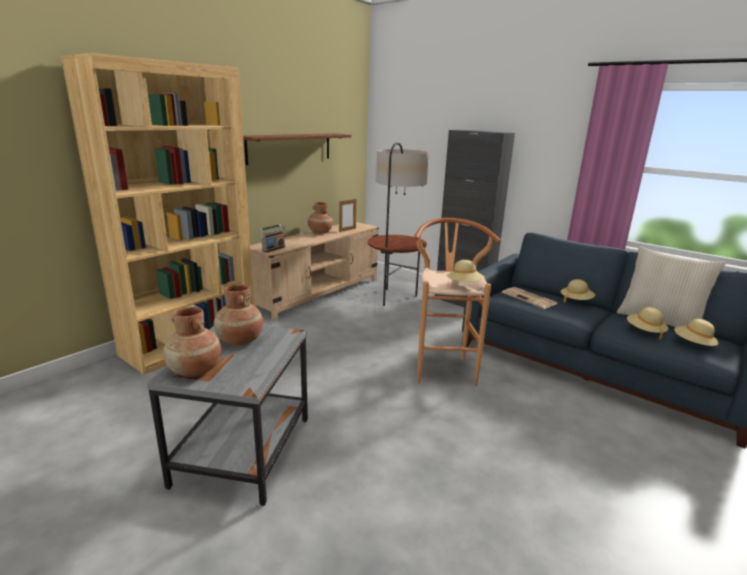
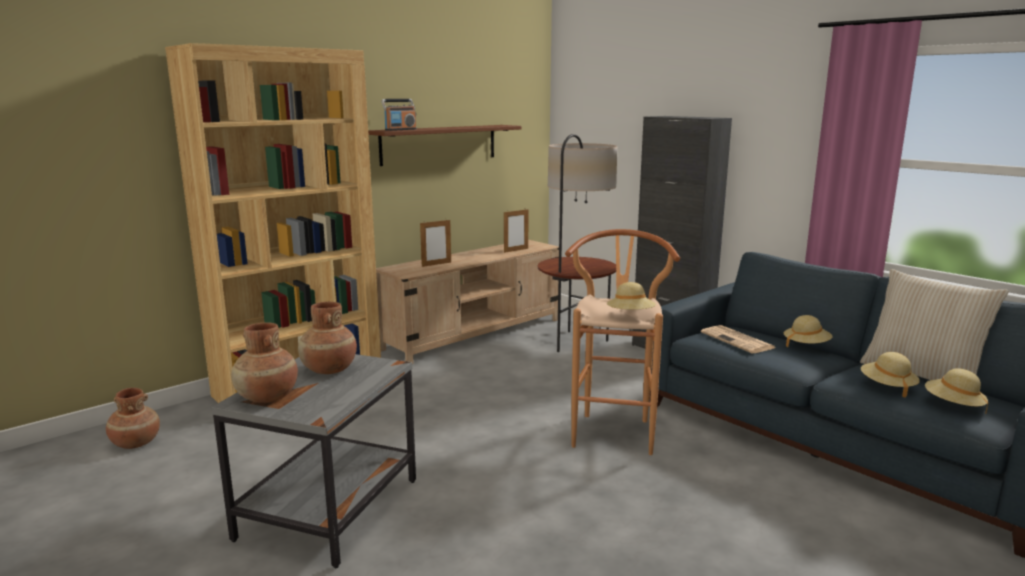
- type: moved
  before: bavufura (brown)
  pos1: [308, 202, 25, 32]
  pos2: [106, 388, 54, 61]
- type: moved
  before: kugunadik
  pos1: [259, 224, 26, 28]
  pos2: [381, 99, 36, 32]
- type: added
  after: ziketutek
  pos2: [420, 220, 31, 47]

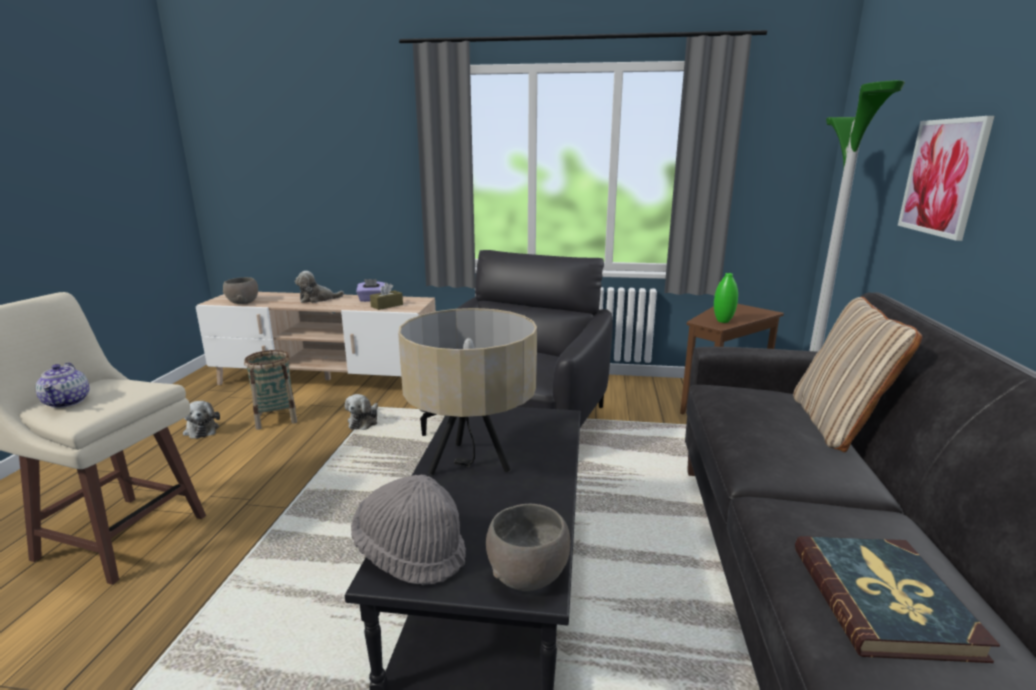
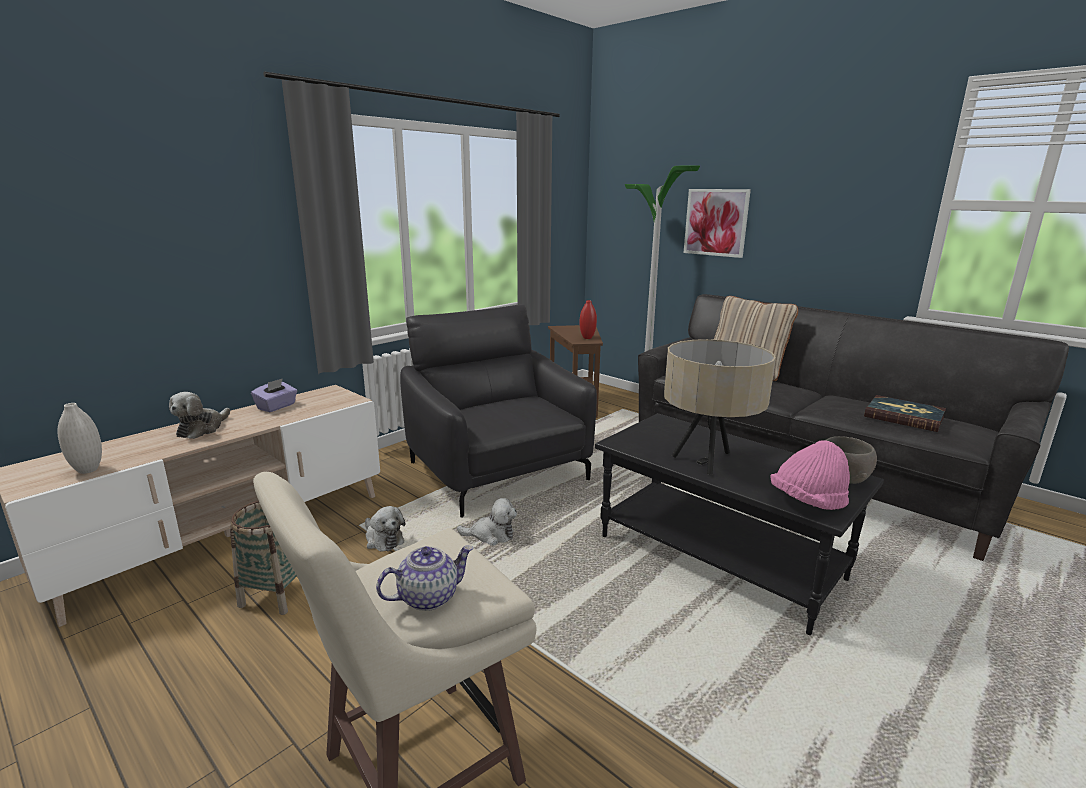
- type: replaced
  before: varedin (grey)
  after: bavufura (white)
  pos1: [223, 277, 35, 27]
  pos2: [57, 403, 45, 71]
- type: turned
  before: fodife
  pos1: [35, 362, 54, 46]
  pos2: [376, 545, 98, 66]
  turn: -45
- type: moved
  before: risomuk
  pos1: [183, 401, 37, 38]
  pos2: [457, 498, 60, 48]
- type: recoloured
  before: bavufura (green)
  after: bavufura (red)
  pos1: [714, 273, 24, 50]
  pos2: [580, 300, 17, 39]
- type: recoloured
  before: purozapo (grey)
  after: purozapo (pink)
  pos1: [351, 475, 115, 110]
  pos2: [770, 440, 80, 70]
- type: removed
  before: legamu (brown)
  pos1: [370, 282, 33, 28]

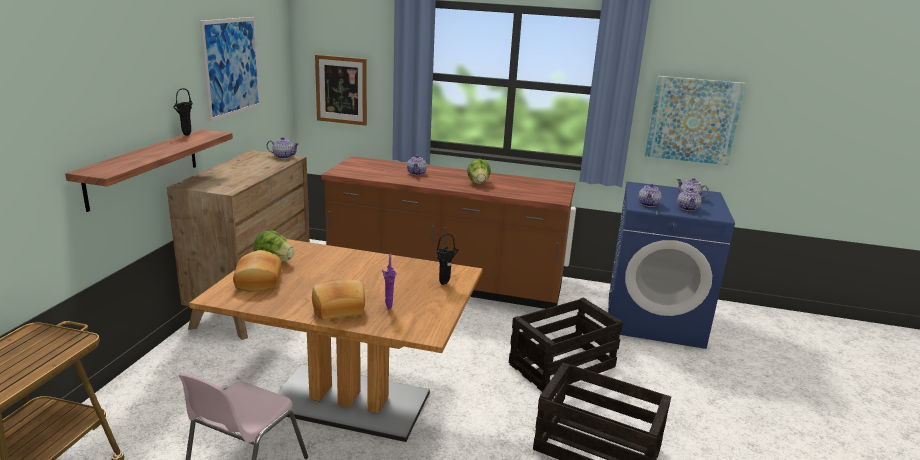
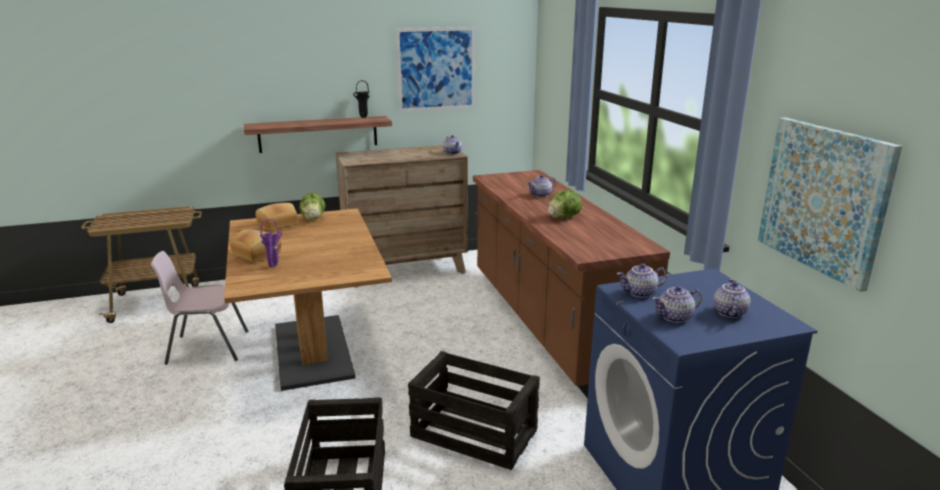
- type: removed
  before: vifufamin
  pos1: [315, 55, 52, 71]
- type: removed
  before: bavufura (black)
  pos1: [436, 234, 22, 51]

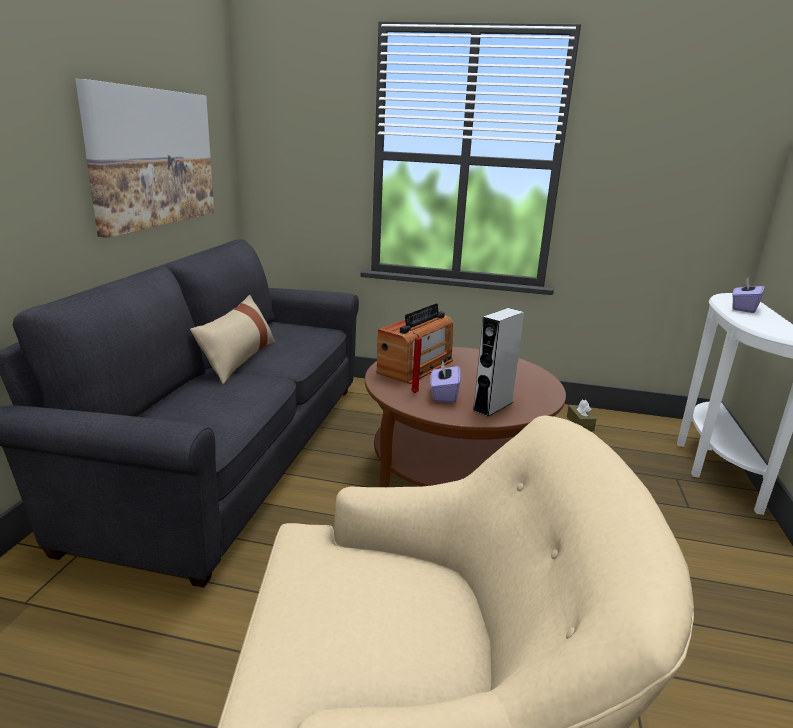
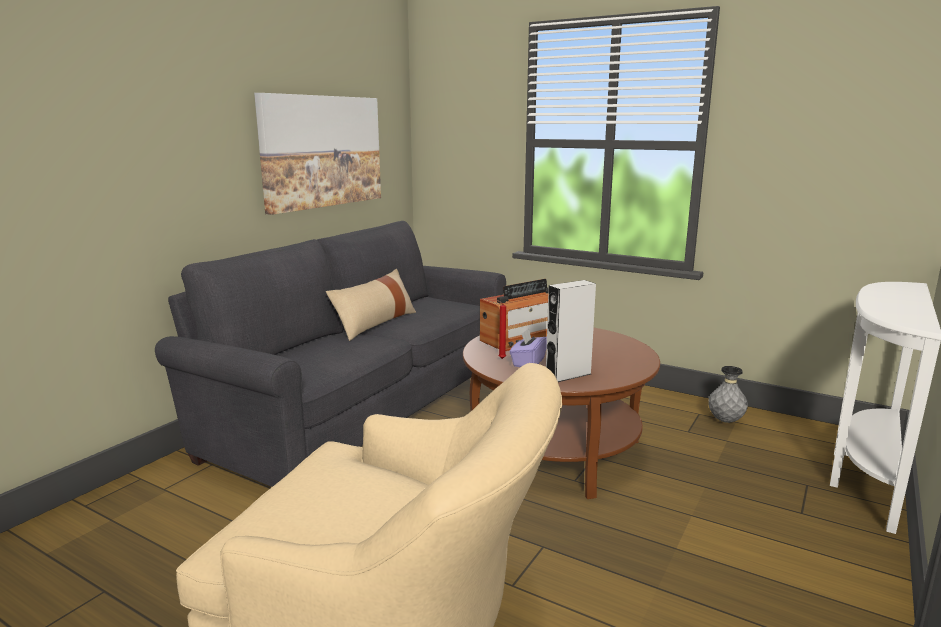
- type: replaced
  before: legamu (brown)
  after: bavufura (grey)
  pos1: [567, 399, 29, 32]
  pos2: [708, 366, 40, 57]
- type: removed
  before: legamu (purple)
  pos1: [732, 277, 32, 36]

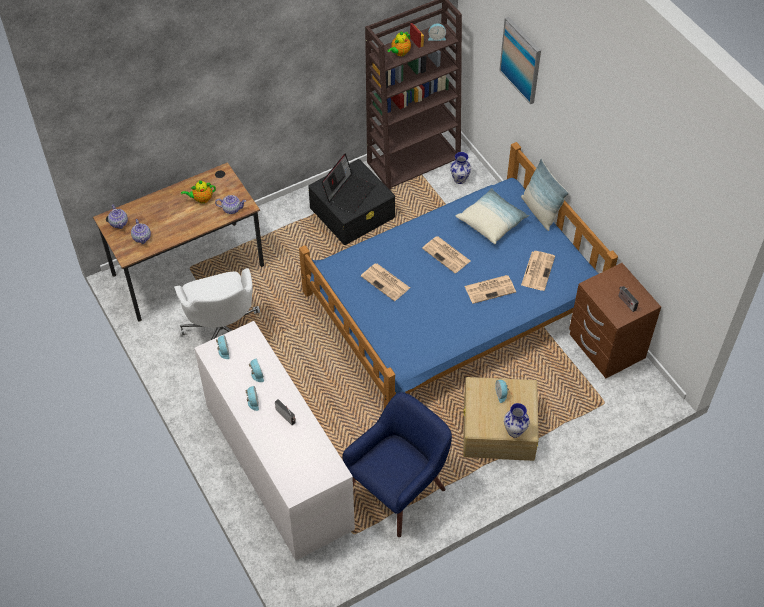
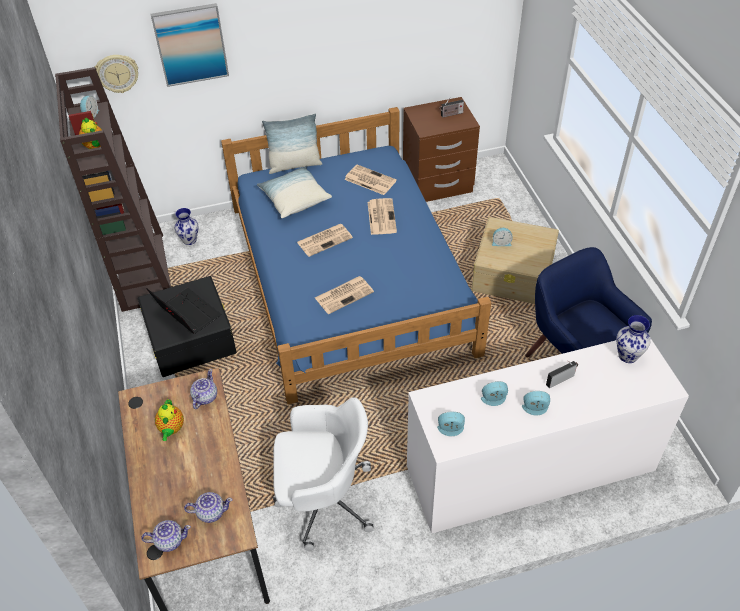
- type: added
  after: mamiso
  pos2: [95, 55, 43, 38]
- type: moved
  before: bavufura
  pos1: [504, 403, 26, 35]
  pos2: [616, 315, 34, 48]

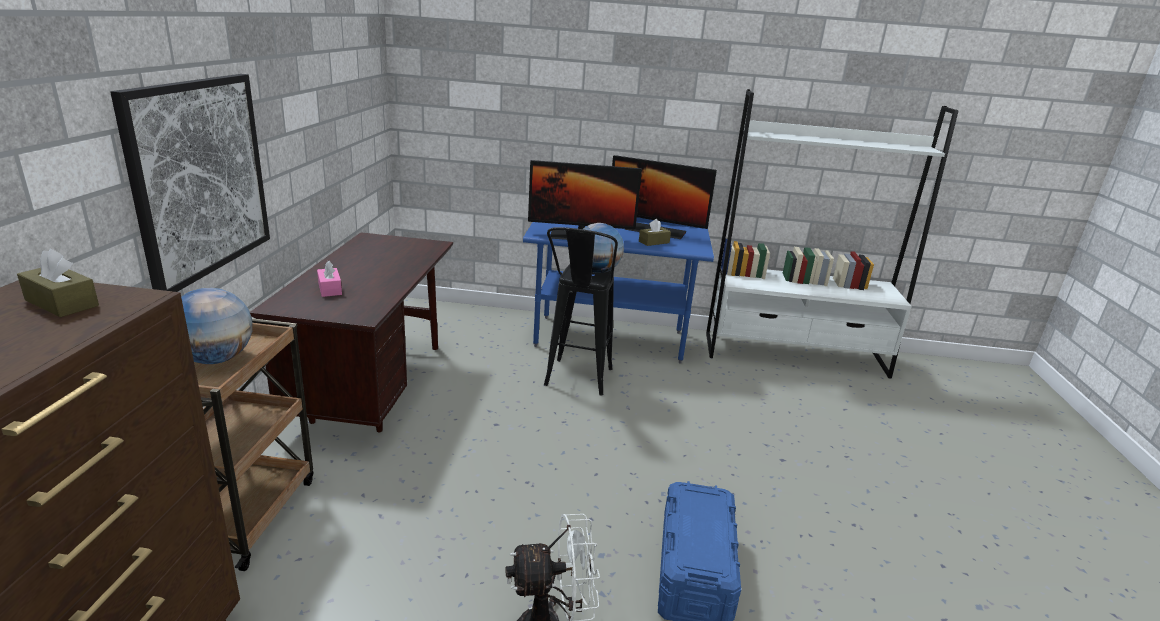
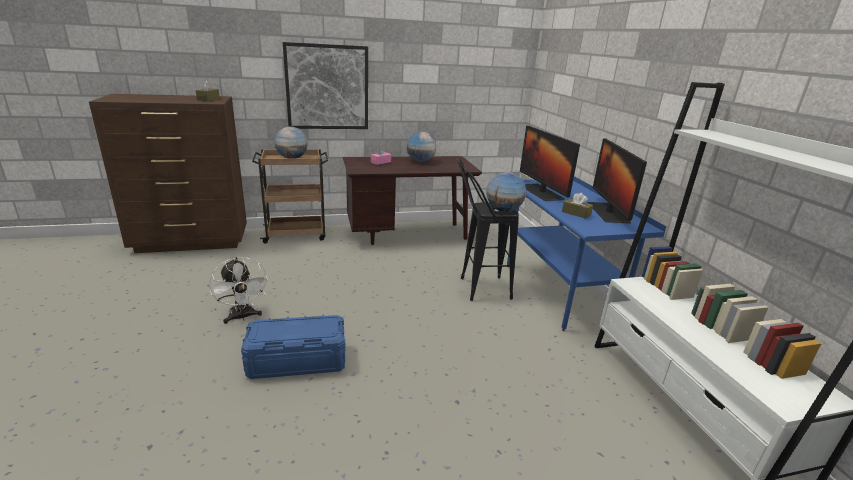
- type: added
  after: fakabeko
  pos2: [406, 132, 30, 30]

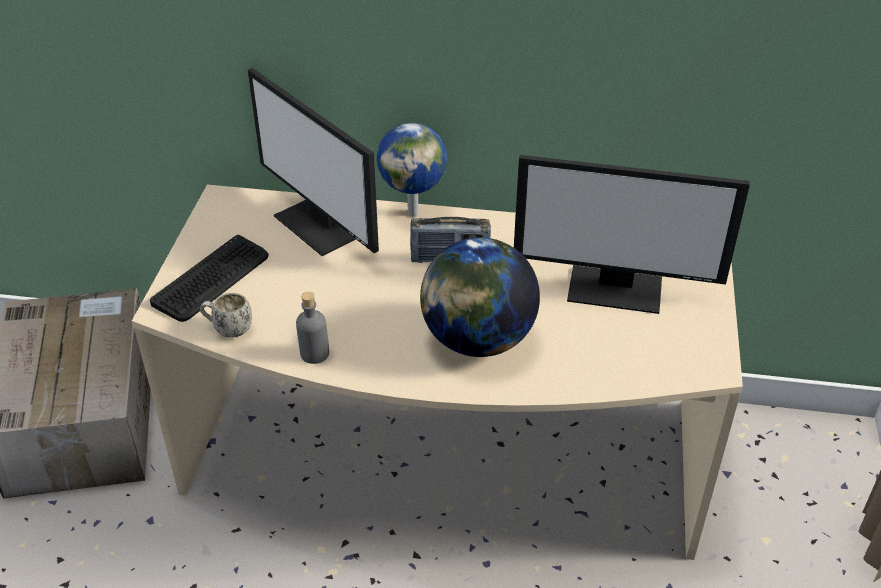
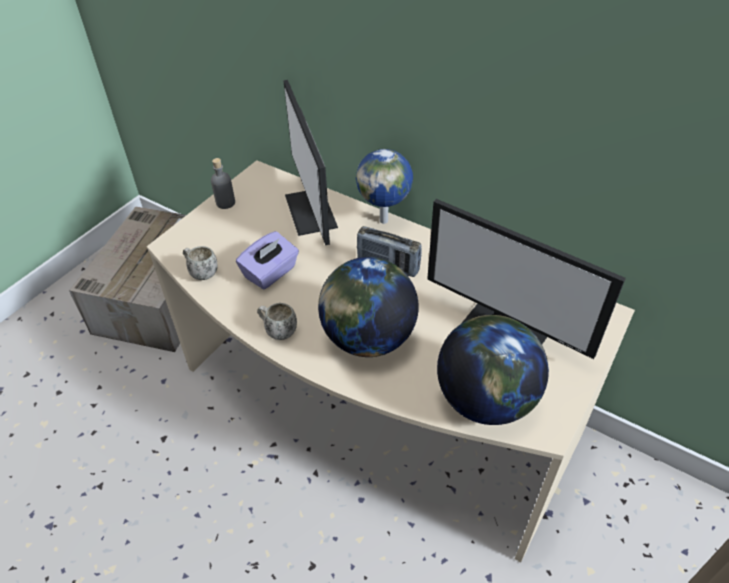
- type: moved
  before: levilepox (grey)
  pos1: [296, 292, 33, 72]
  pos2: [211, 158, 24, 51]
- type: added
  after: legamu (purple)
  pos2: [236, 231, 63, 59]
- type: added
  after: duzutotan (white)
  pos2: [257, 303, 40, 37]
- type: added
  after: fakabeko
  pos2: [437, 315, 112, 110]
- type: removed
  before: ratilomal
  pos1: [150, 235, 118, 87]

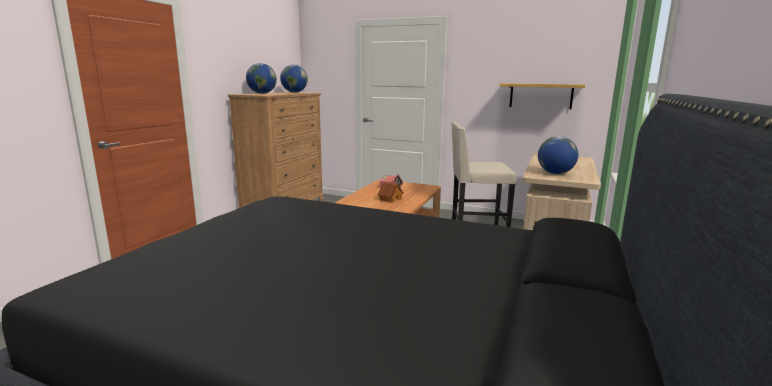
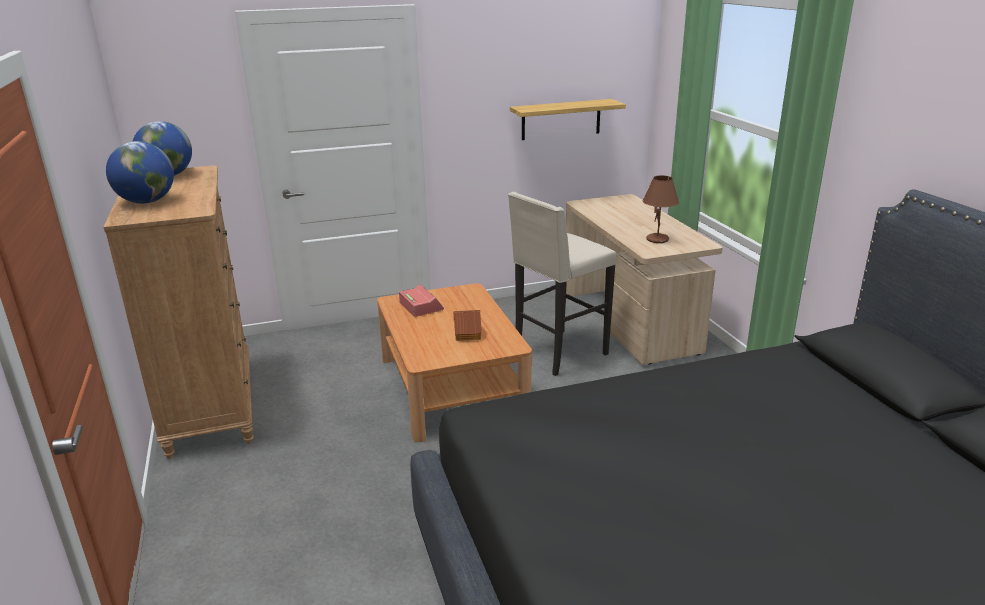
- type: replaced
  before: fakabeko
  after: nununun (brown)
  pos1: [538, 136, 40, 38]
  pos2: [643, 175, 36, 68]

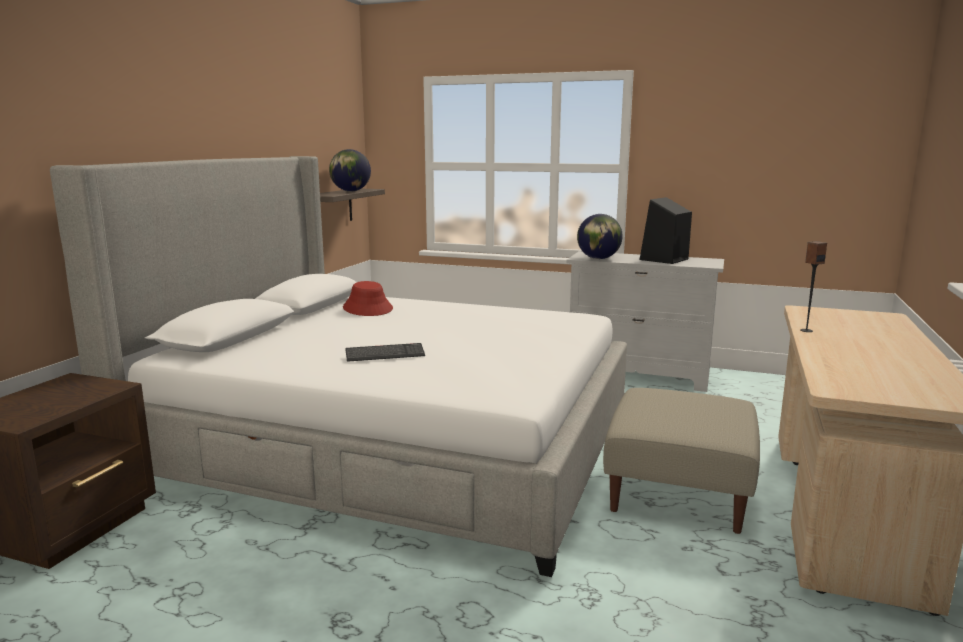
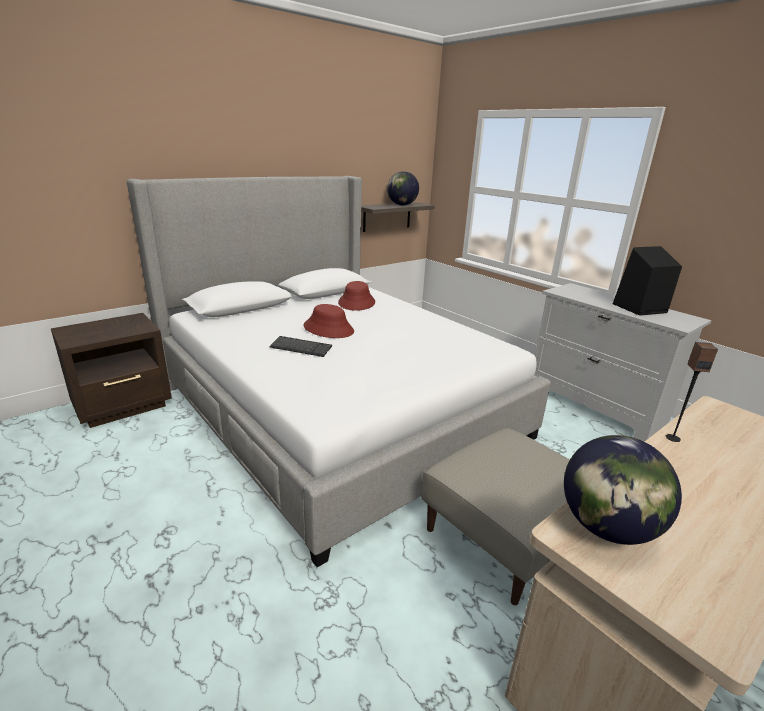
- type: added
  after: purozapo (red)
  pos2: [303, 304, 51, 34]
- type: moved
  before: fakabeko
  pos1: [577, 214, 46, 45]
  pos2: [564, 435, 118, 110]

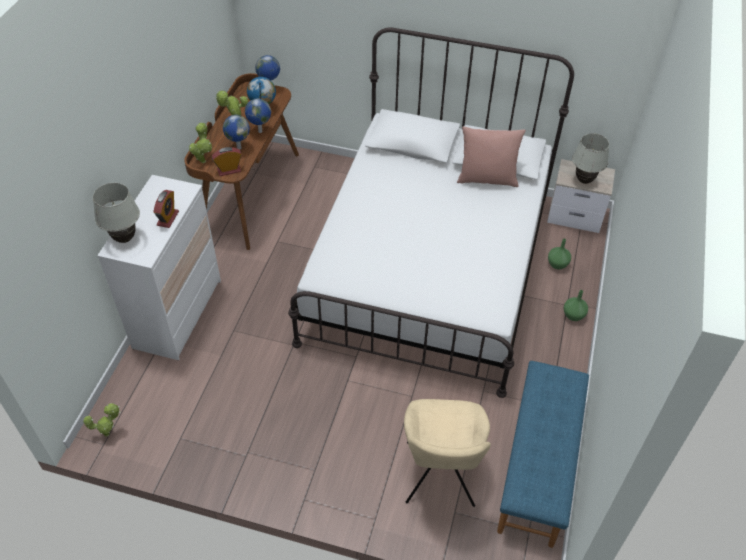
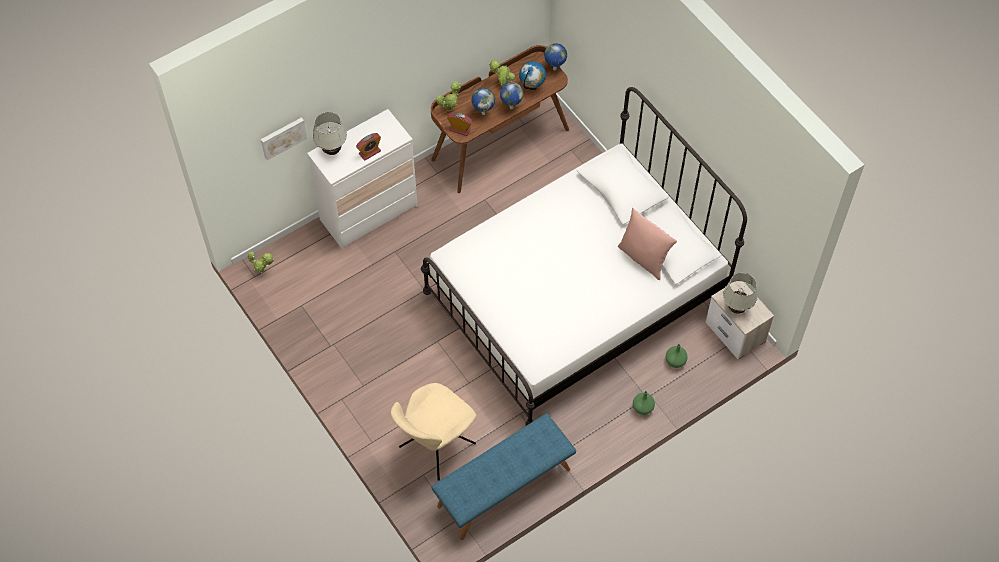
- type: added
  after: vifufamin
  pos2: [261, 117, 46, 43]

